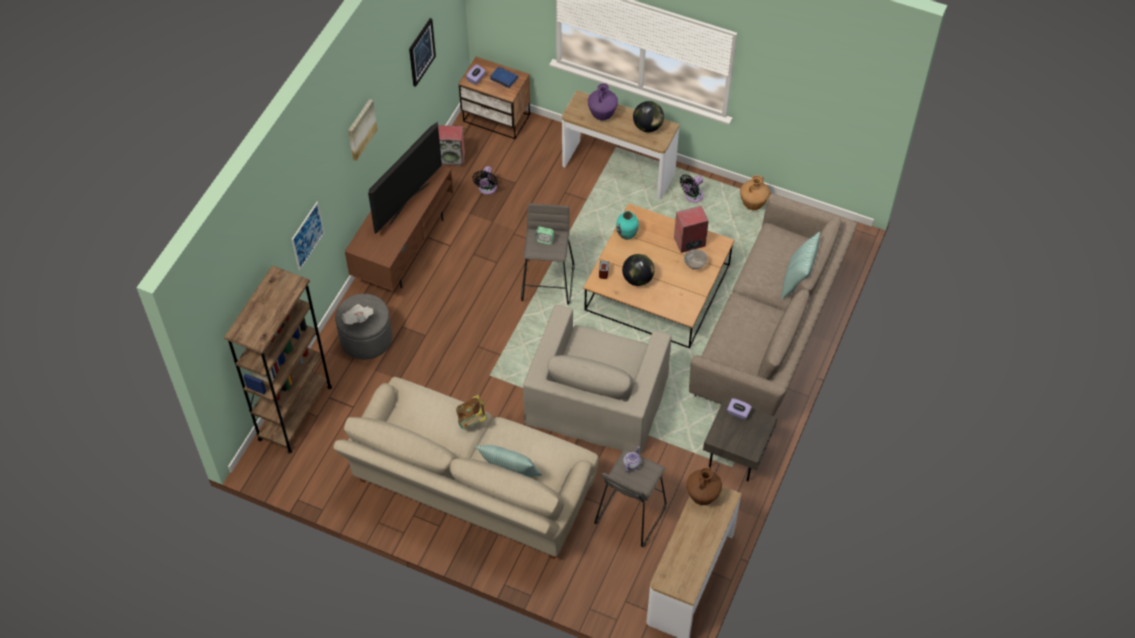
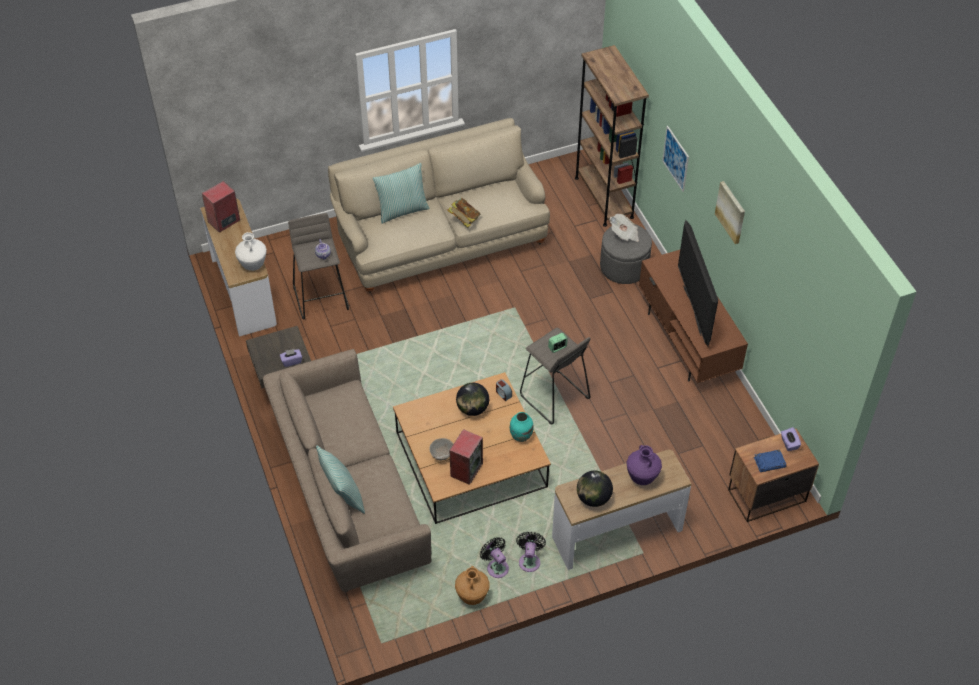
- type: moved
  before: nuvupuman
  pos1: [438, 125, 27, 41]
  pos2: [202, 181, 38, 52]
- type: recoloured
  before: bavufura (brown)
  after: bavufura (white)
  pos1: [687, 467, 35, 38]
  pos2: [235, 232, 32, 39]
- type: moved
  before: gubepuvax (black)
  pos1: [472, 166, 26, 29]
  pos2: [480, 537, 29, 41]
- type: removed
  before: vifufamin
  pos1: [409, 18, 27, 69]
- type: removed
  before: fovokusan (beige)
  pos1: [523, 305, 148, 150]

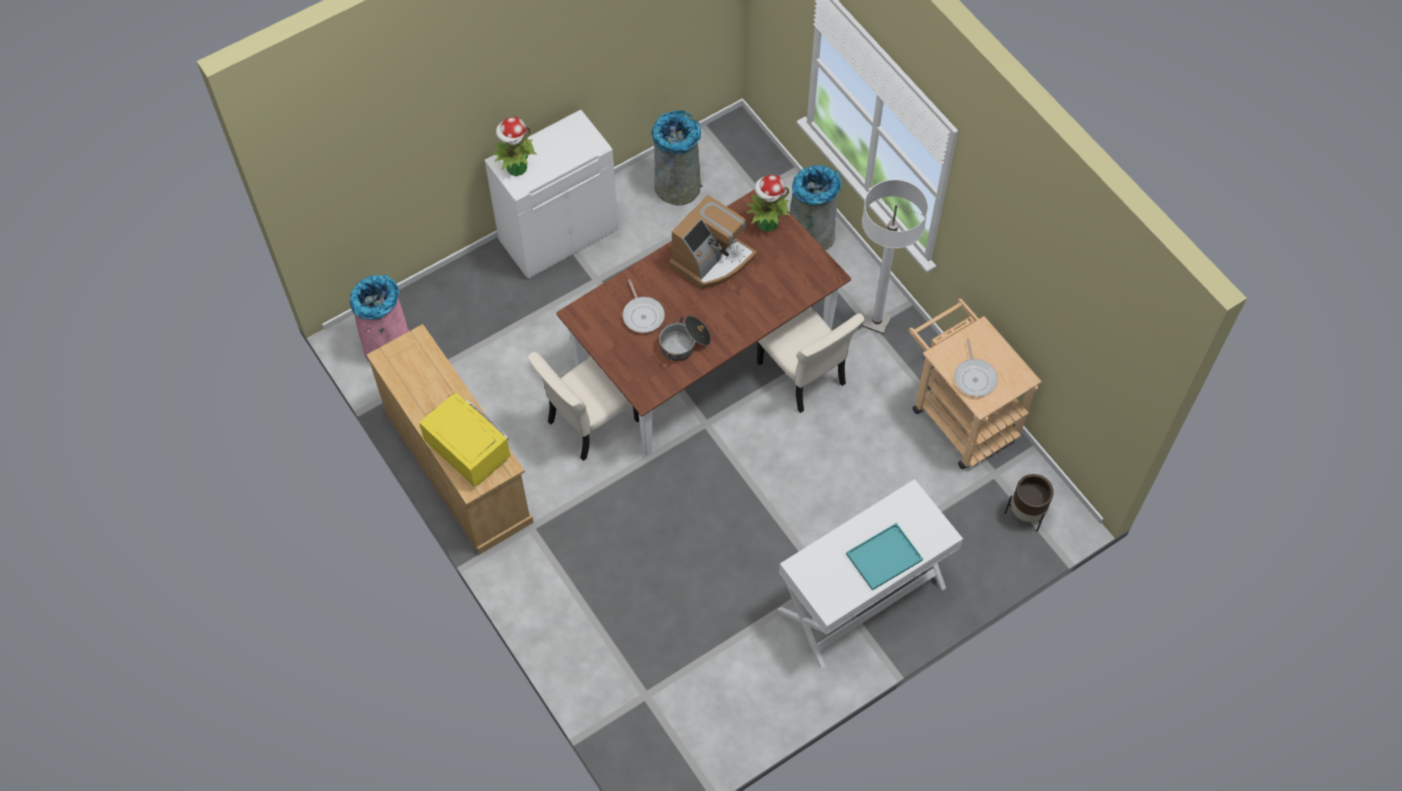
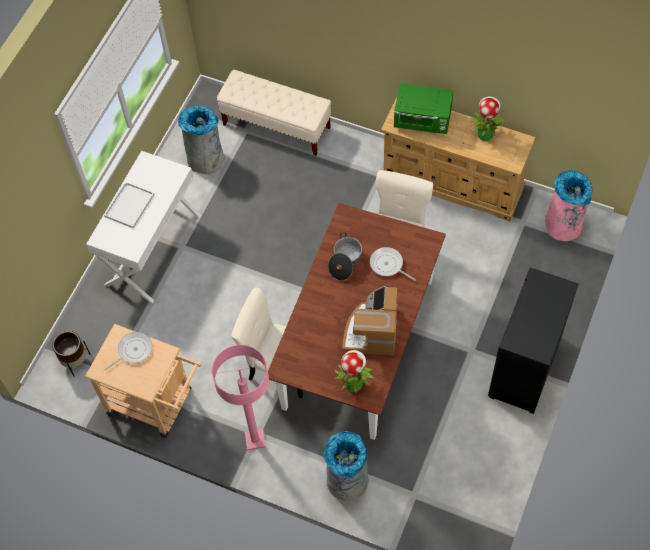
- type: recoloured
  before: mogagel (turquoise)
  after: mogagel (white)
  pos1: [846, 523, 77, 67]
  pos2: [104, 182, 51, 46]
- type: turned
  before: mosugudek
  pos1: [954, 339, 44, 58]
  pos2: [104, 332, 48, 38]
  turn: 90
- type: moved
  before: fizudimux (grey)
  pos1: [651, 110, 52, 96]
  pos2: [178, 105, 46, 69]
- type: recoloured
  before: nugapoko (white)
  after: nugapoko (pink)
  pos1: [862, 179, 66, 155]
  pos2: [212, 345, 57, 105]
- type: added
  after: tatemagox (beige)
  pos2: [217, 70, 114, 86]
- type: recoloured
  before: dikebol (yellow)
  after: dikebol (green)
  pos1: [419, 392, 92, 95]
  pos2: [394, 83, 59, 51]
- type: moved
  before: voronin
  pos1: [491, 117, 46, 59]
  pos2: [471, 97, 34, 44]
- type: recoloured
  before: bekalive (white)
  after: bekalive (black)
  pos1: [485, 110, 133, 169]
  pos2: [488, 268, 91, 146]

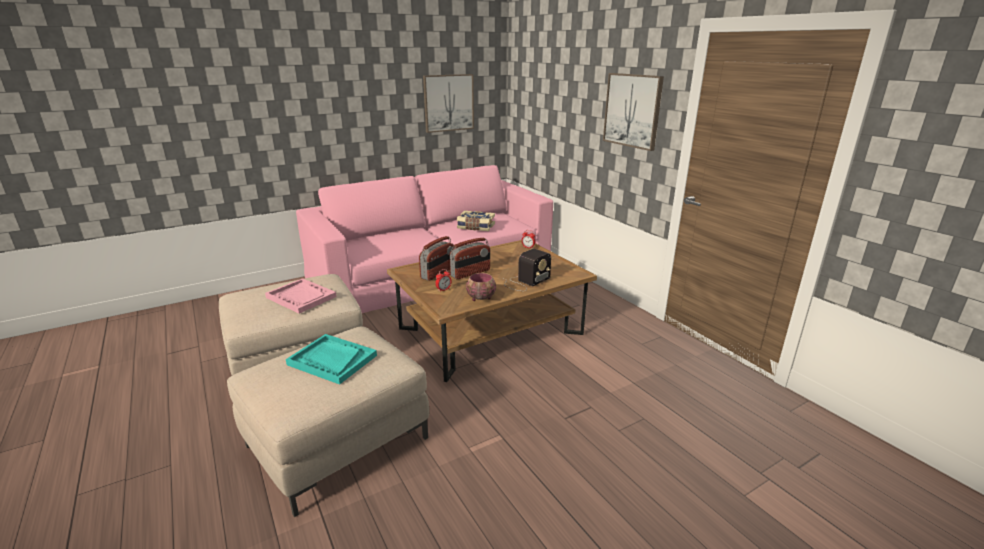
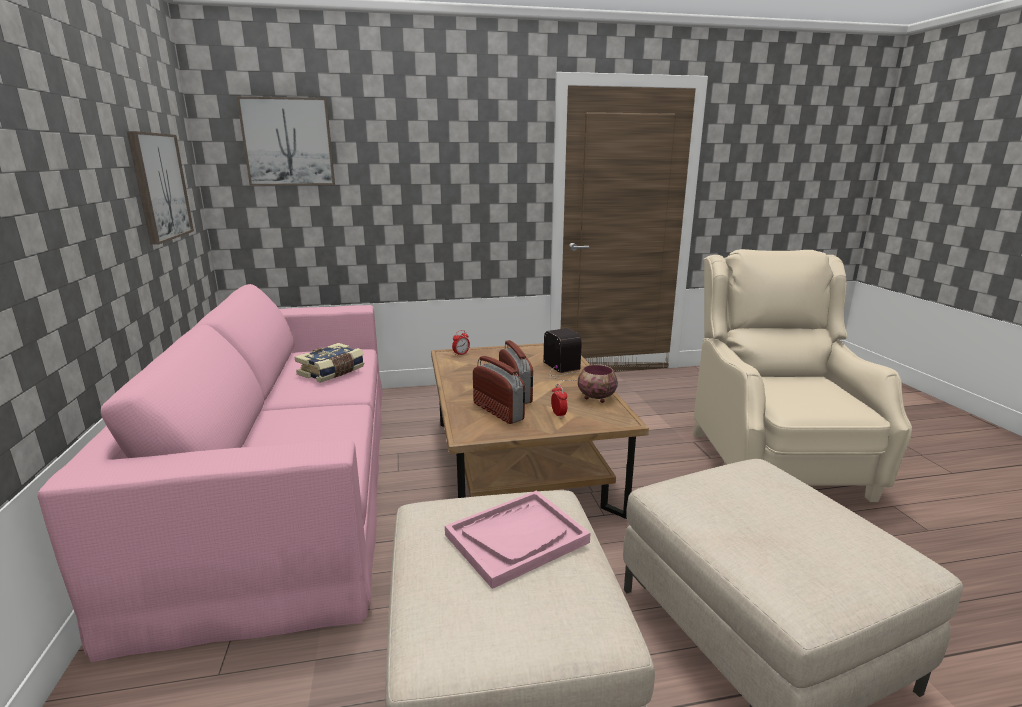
- type: moved
  before: vifufamin
  pos1: [603, 73, 61, 78]
  pos2: [237, 96, 98, 90]
- type: added
  after: fovokusan (beige)
  pos2: [693, 249, 219, 253]
- type: removed
  before: mogagel (turquoise)
  pos1: [286, 334, 91, 51]

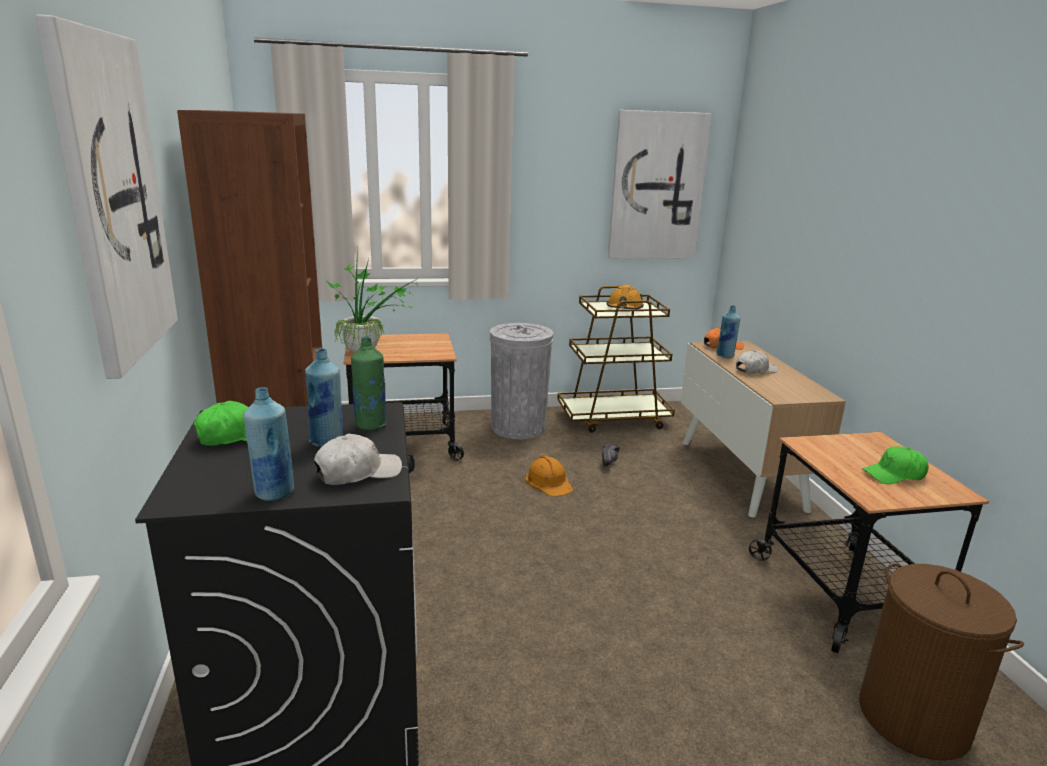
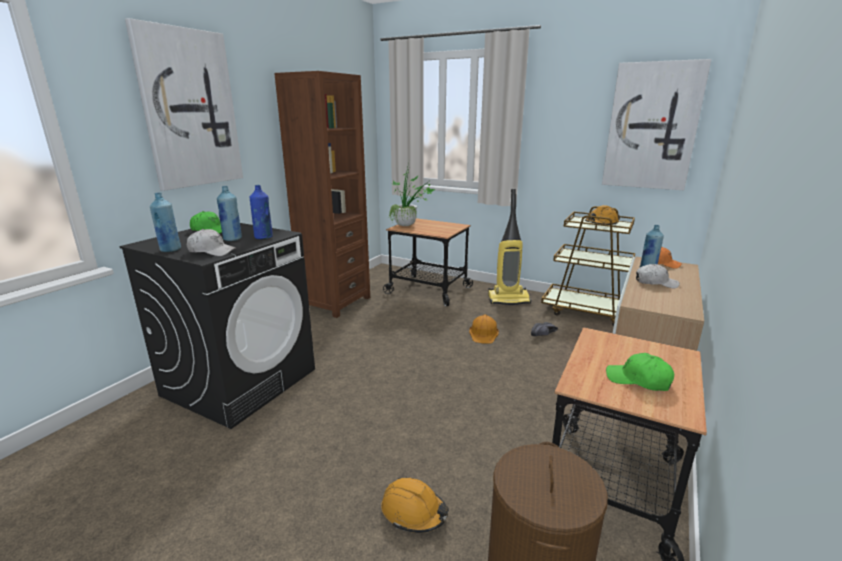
- type: recoloured
  before: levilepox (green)
  after: levilepox (blue)
  pos1: [351, 336, 36, 95]
  pos2: [249, 185, 24, 54]
- type: added
  after: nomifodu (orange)
  pos2: [381, 476, 68, 57]
- type: replaced
  before: fizudimux (grey)
  after: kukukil
  pos1: [490, 323, 63, 116]
  pos2: [488, 189, 43, 116]

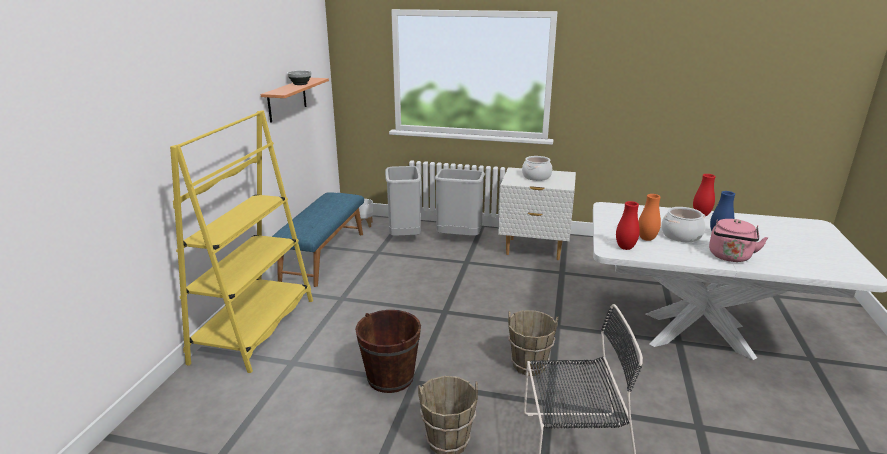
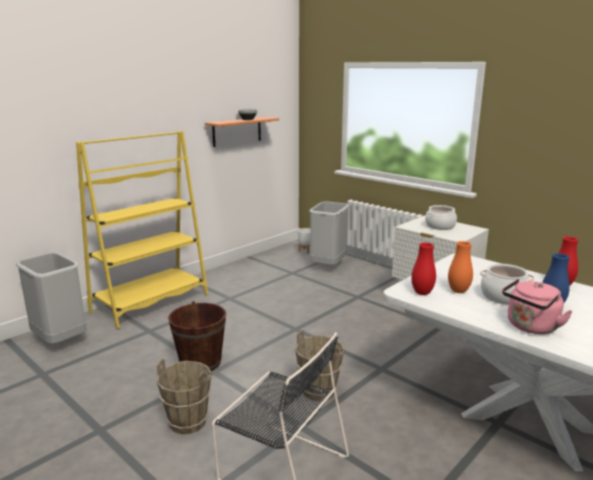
- type: moved
  before: fizudimux (grey)
  pos1: [435, 169, 50, 67]
  pos2: [16, 252, 71, 92]
- type: removed
  before: tatemagox (blue)
  pos1: [272, 193, 92, 94]

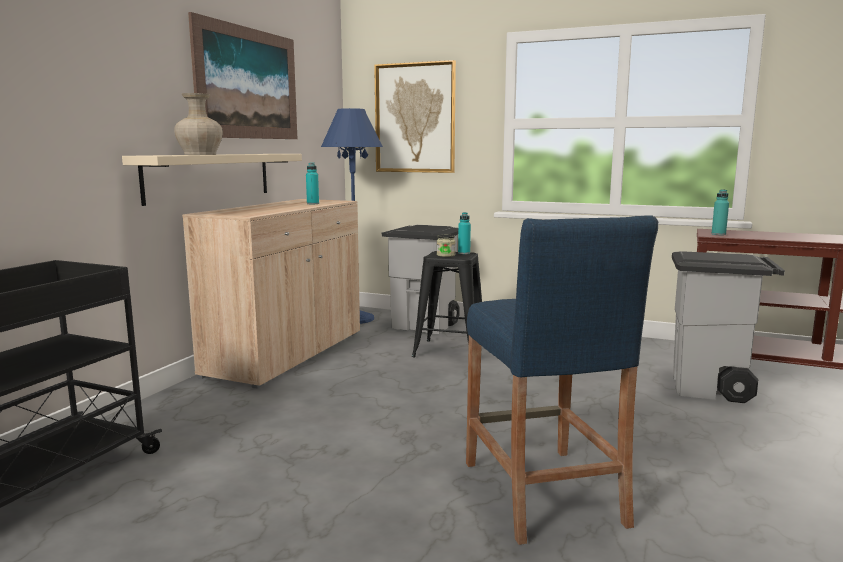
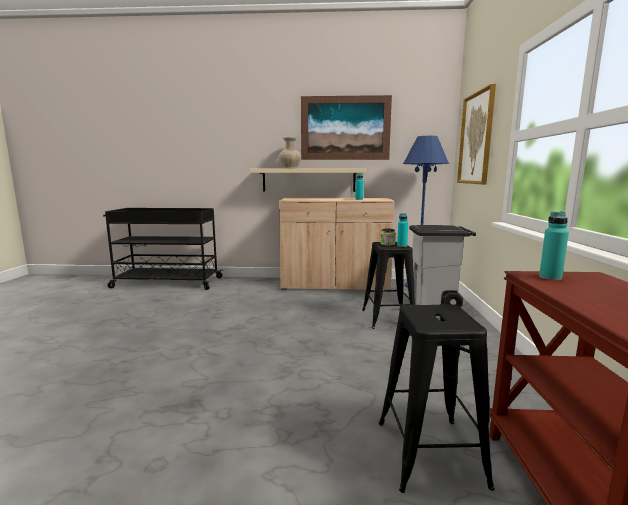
- type: replaced
  before: fizudimux (grey)
  after: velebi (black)
  pos1: [672, 251, 113, 152]
  pos2: [379, 304, 116, 189]
- type: removed
  before: velebi (blue)
  pos1: [466, 215, 192, 330]

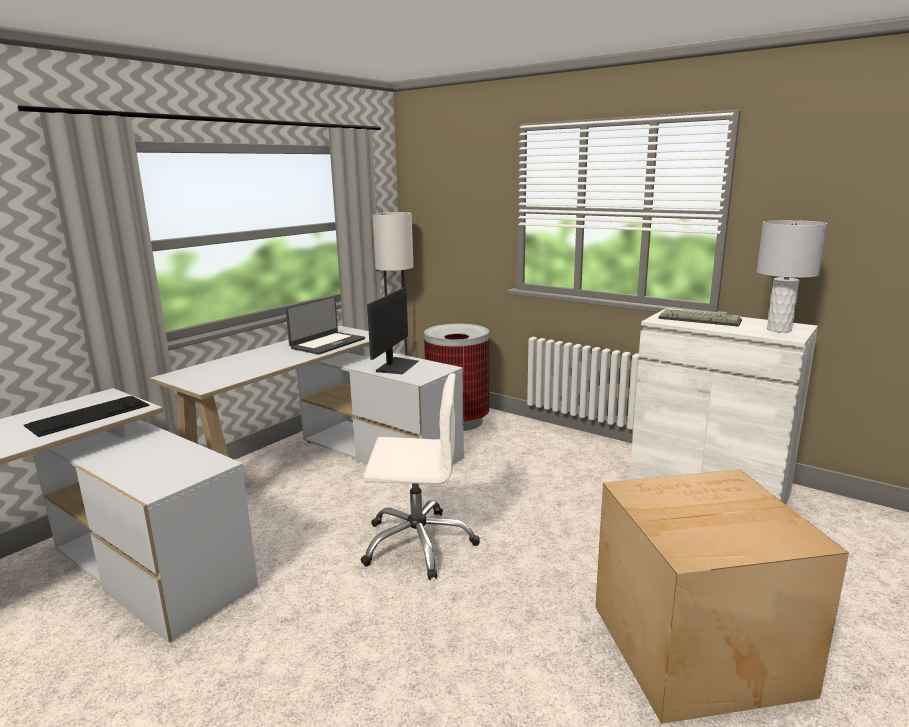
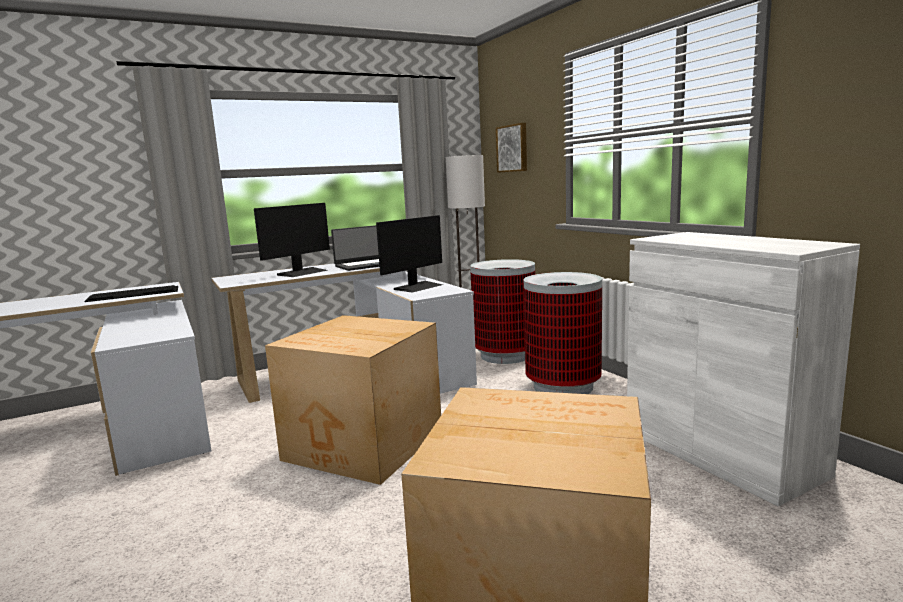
- type: added
  after: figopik
  pos2: [254, 203, 76, 74]
- type: replaced
  before: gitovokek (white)
  after: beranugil
  pos1: [360, 373, 120, 207]
  pos2: [265, 315, 176, 170]
- type: added
  after: vifufamin
  pos2: [496, 123, 31, 50]
- type: added
  after: fizudimux
  pos2: [524, 272, 78, 122]
- type: removed
  before: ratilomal
  pos1: [658, 309, 84, 18]
- type: removed
  before: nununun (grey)
  pos1: [757, 220, 70, 113]

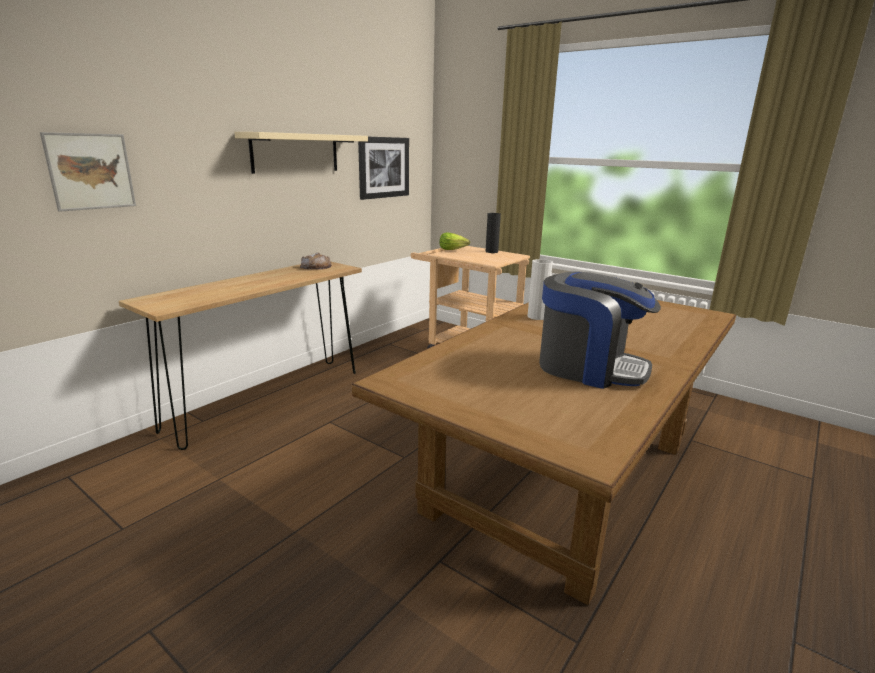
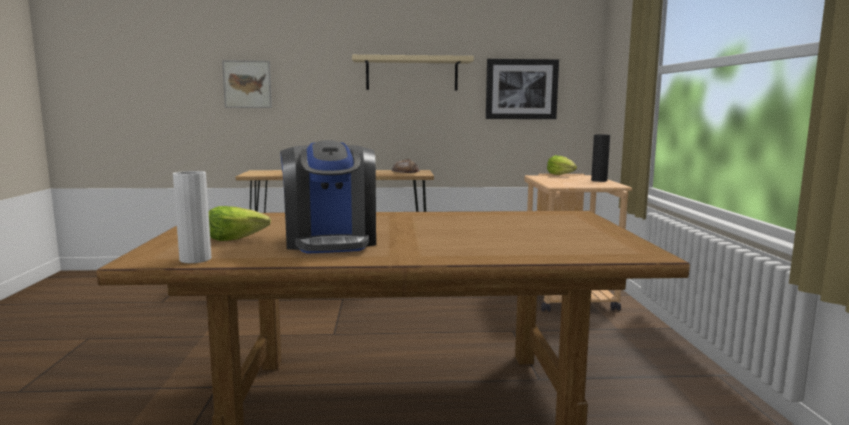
- type: moved
  before: bavufura (white)
  pos1: [528, 259, 25, 61]
  pos2: [173, 171, 38, 92]
- type: added
  after: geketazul
  pos2: [209, 206, 62, 35]

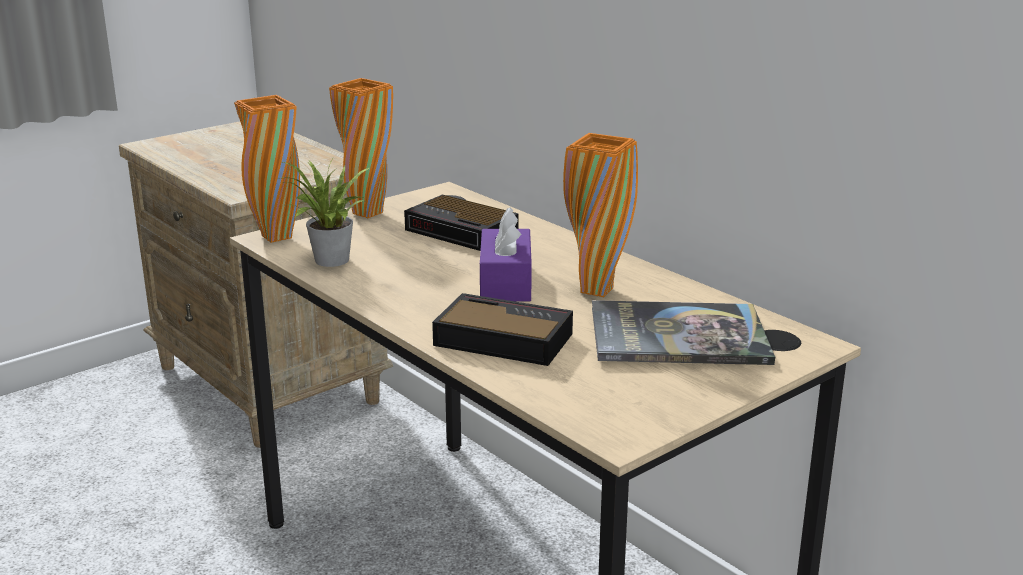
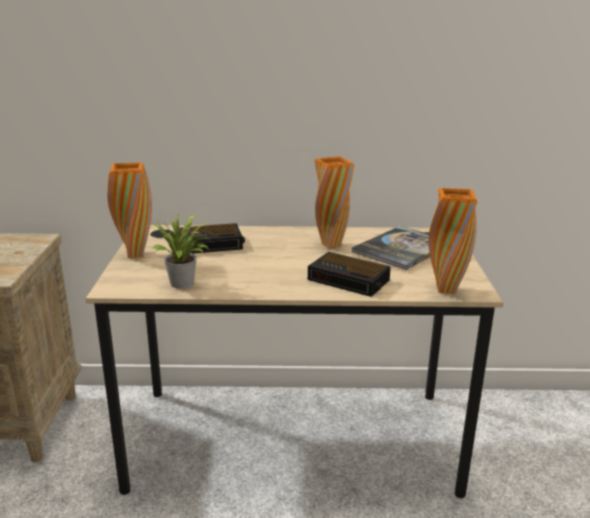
- type: turned
  before: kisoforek
  pos1: [432, 293, 141, 73]
  pos2: [308, 252, 83, 45]
  turn: -120
- type: moved
  before: bavufura (orange)
  pos1: [234, 95, 66, 148]
  pos2: [429, 188, 49, 106]
- type: removed
  before: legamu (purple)
  pos1: [480, 207, 52, 95]

